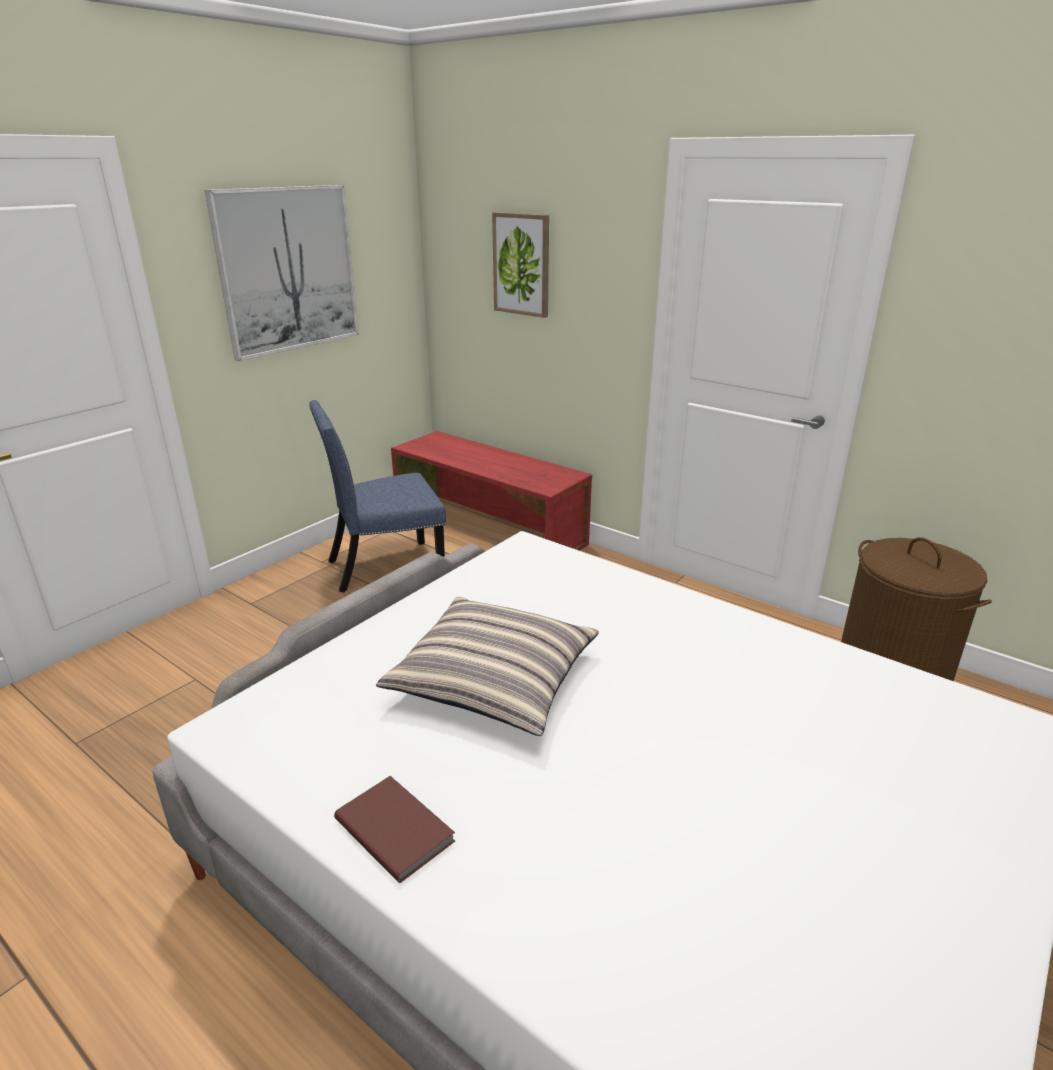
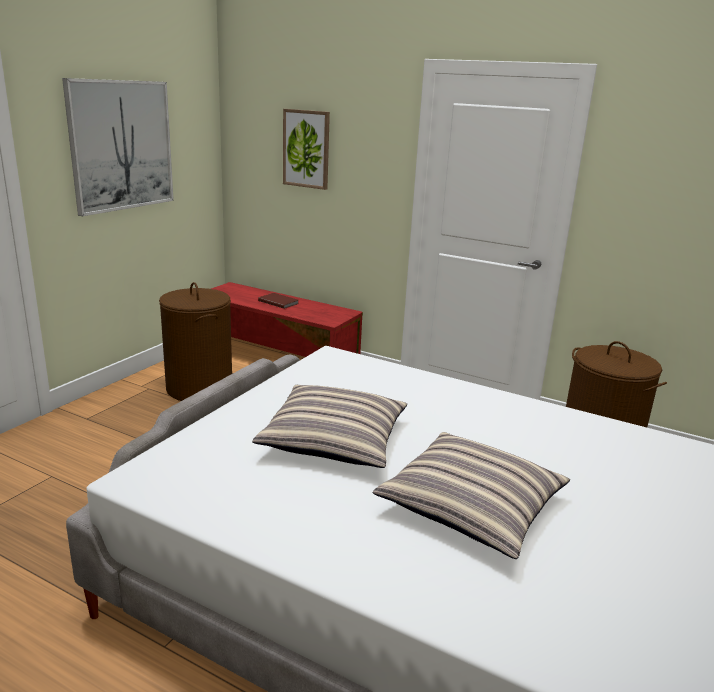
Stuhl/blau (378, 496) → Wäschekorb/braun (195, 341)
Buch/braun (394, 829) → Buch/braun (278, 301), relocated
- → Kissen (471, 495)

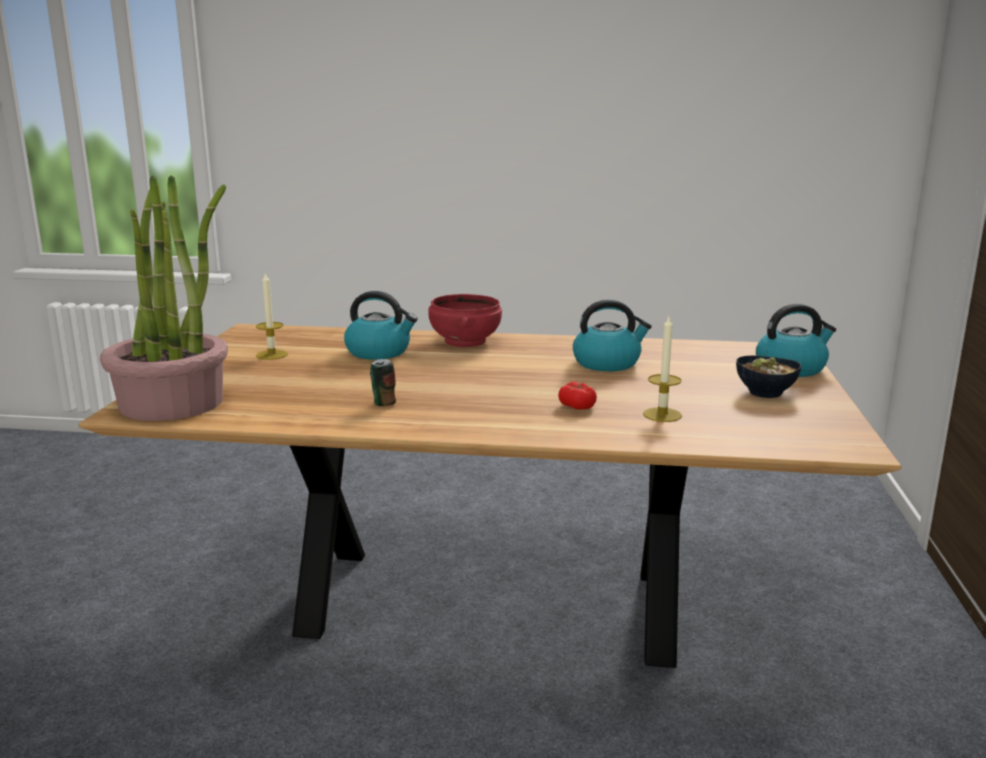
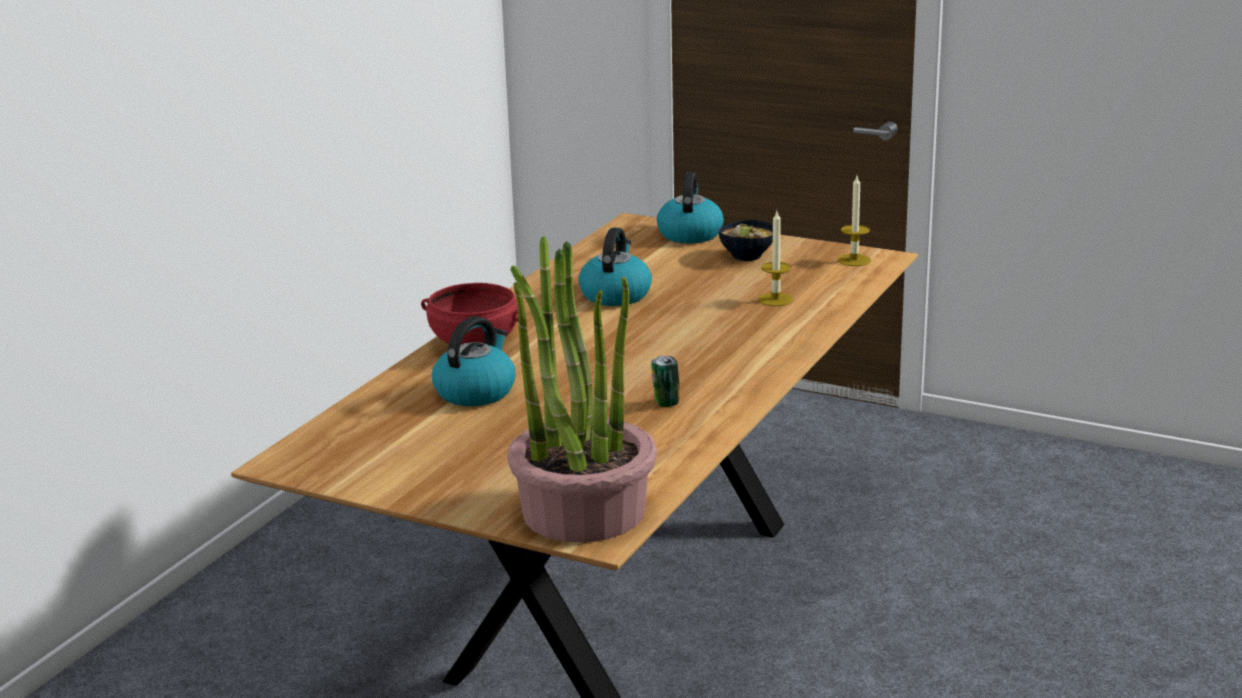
Kerze (272, 316) → Kerze (854, 221), relocated
Tomate (577, 396) → -

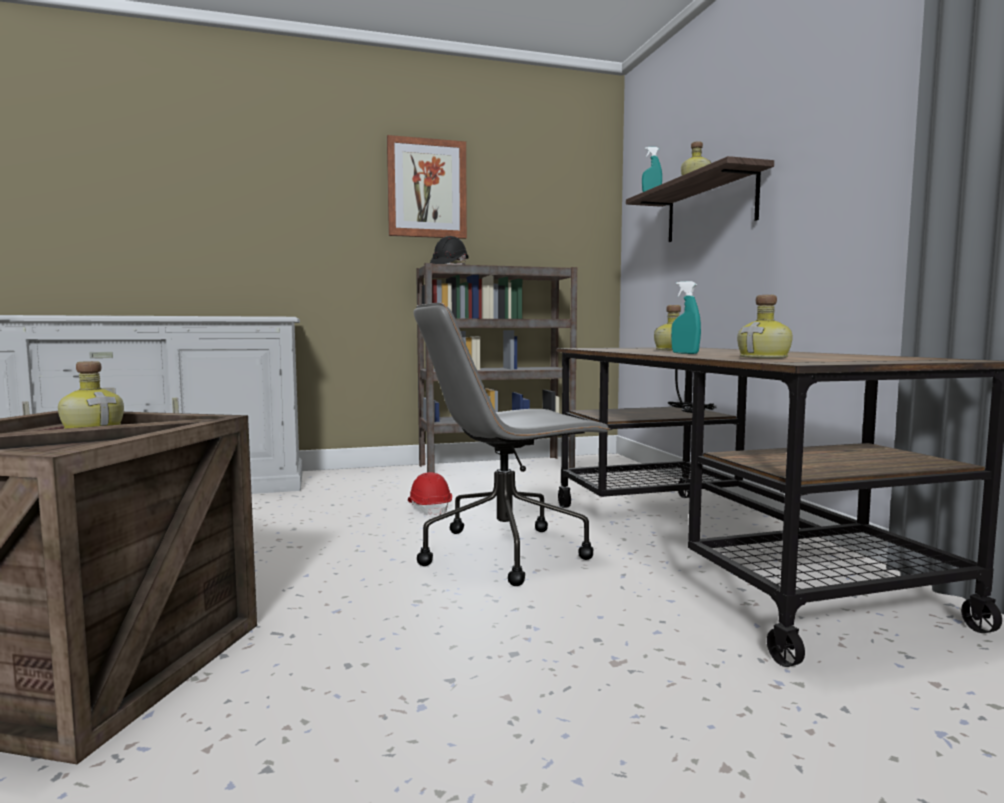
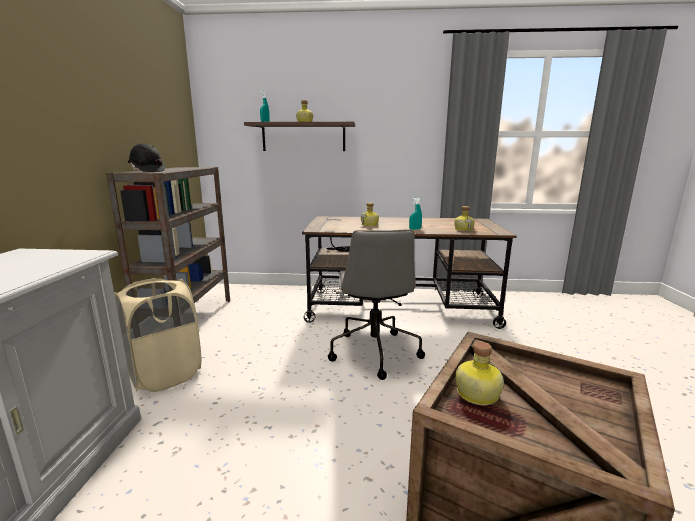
- → Wäschekorb/beige (157, 335)
Bild (427, 187) → -
Schutzhelm/rot (430, 493) → -

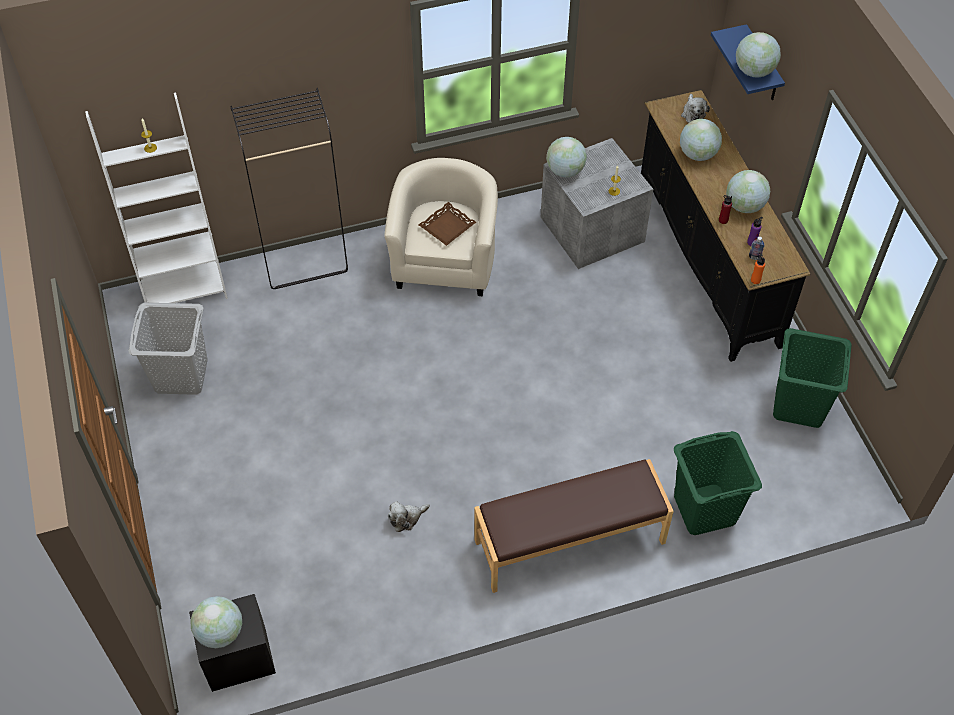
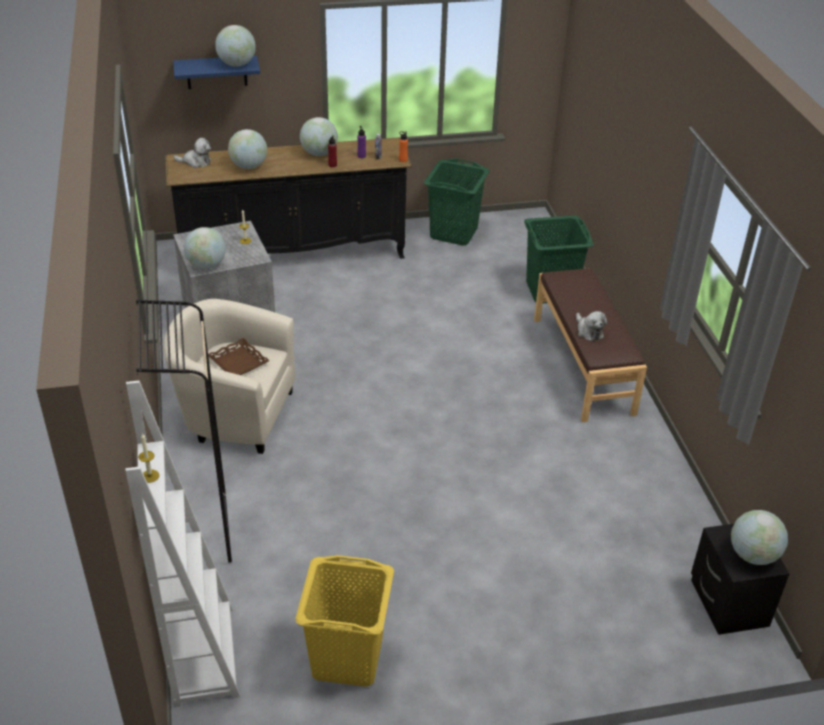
Wäschekorb/grau (168, 349) → Wäschekorb/gelb (344, 621)
Plüschtier (409, 516) → Plüschtier (591, 326), relocated

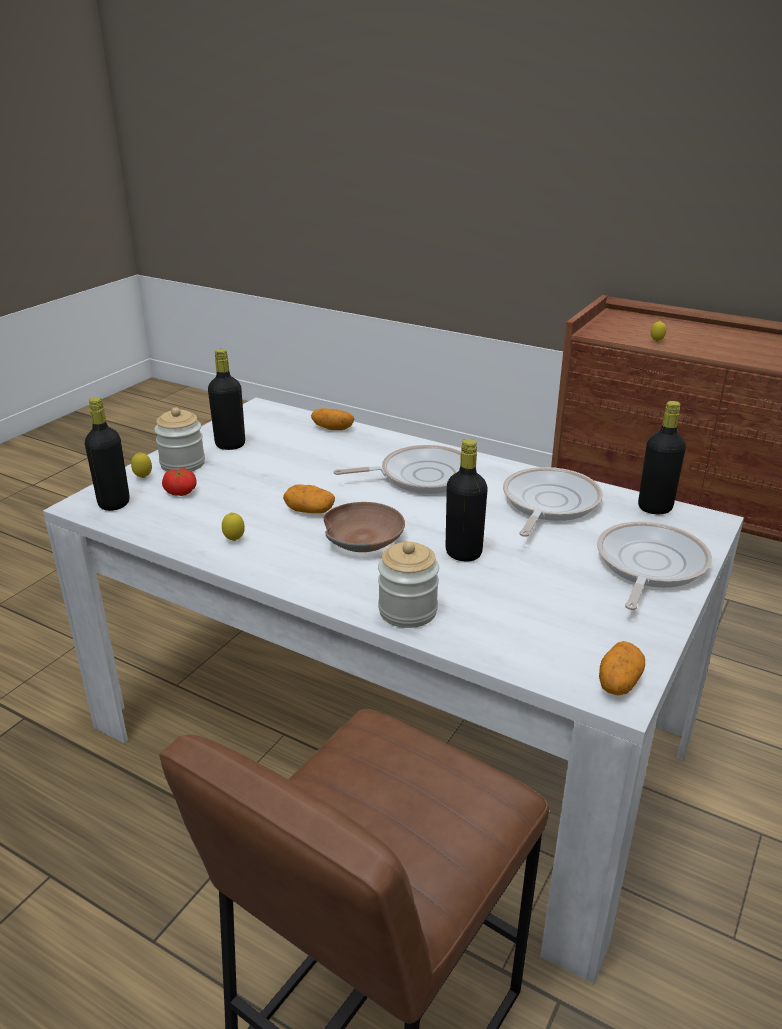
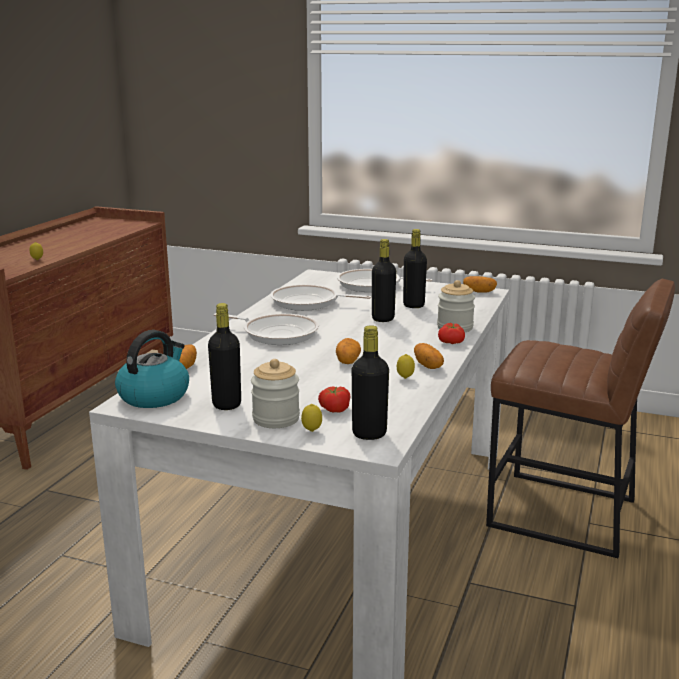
- → Wasserkessel (152, 369)
Pfanne (397, 469) → Pfanne (266, 329), 135 degrees clockwise
Flasche/schwarz (662, 457) → Flasche/schwarz (415, 268), relocated
- → Kartoffel (429, 356)
- → Tomate (451, 333)
Schüssel/braun (364, 527) → -

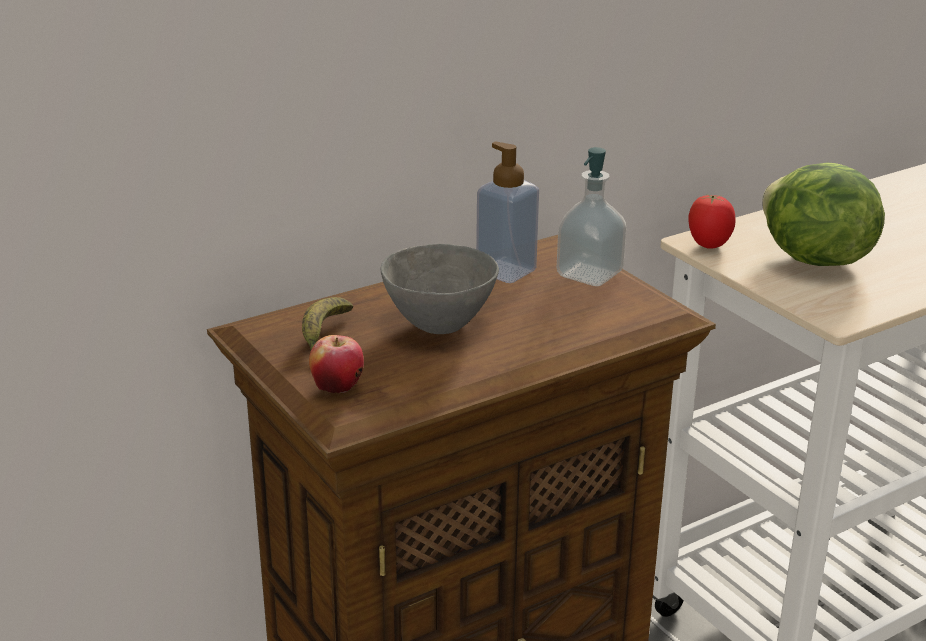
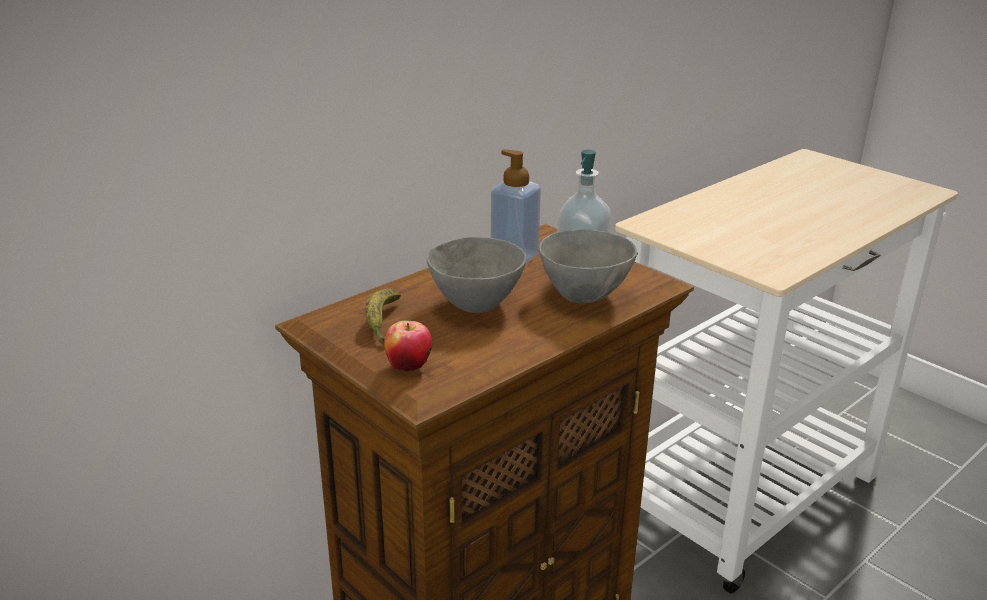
- → Schüssel/grau (588, 266)
Tomate (712, 221) → -
Salatkopf (823, 214) → -

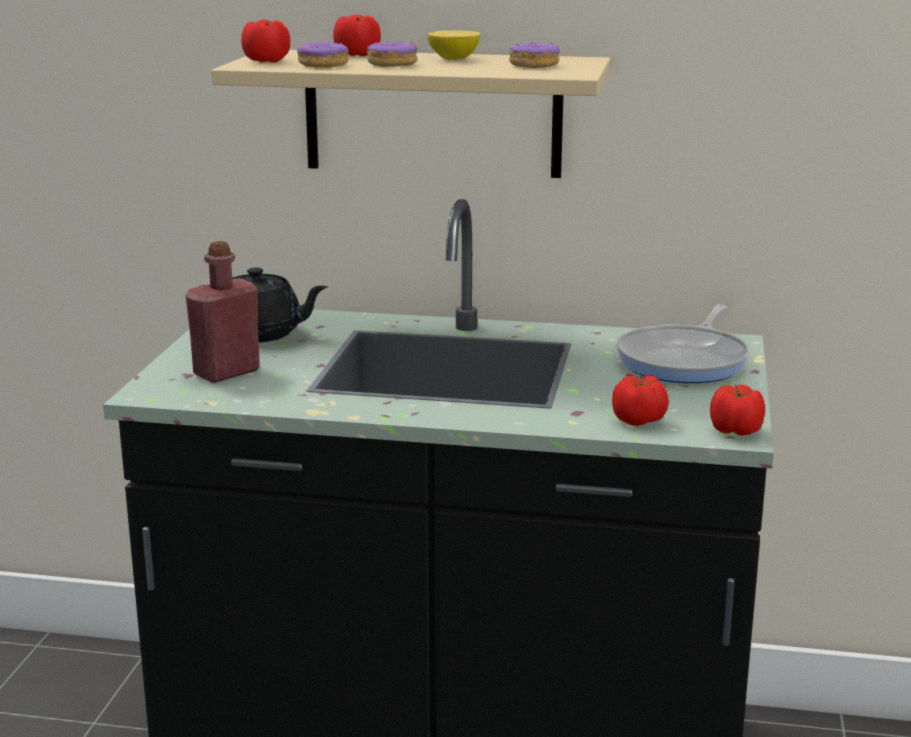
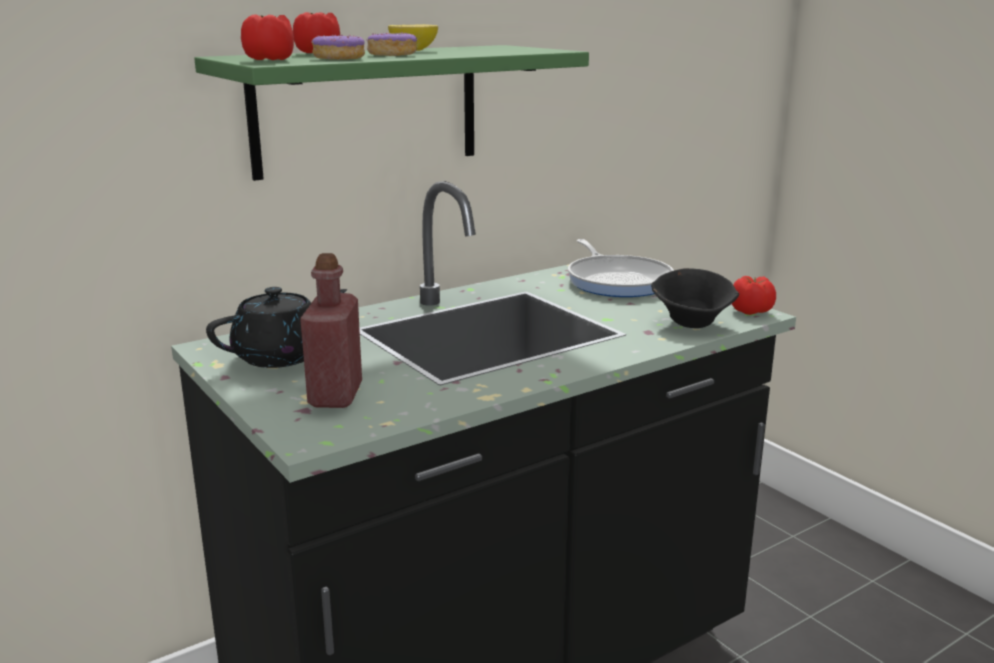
Wandregal/beige (411, 114) → Wandregal/grün (391, 113)
Tomate (640, 400) → Schüssel/schwarz (695, 298)
Donut (534, 55) → -

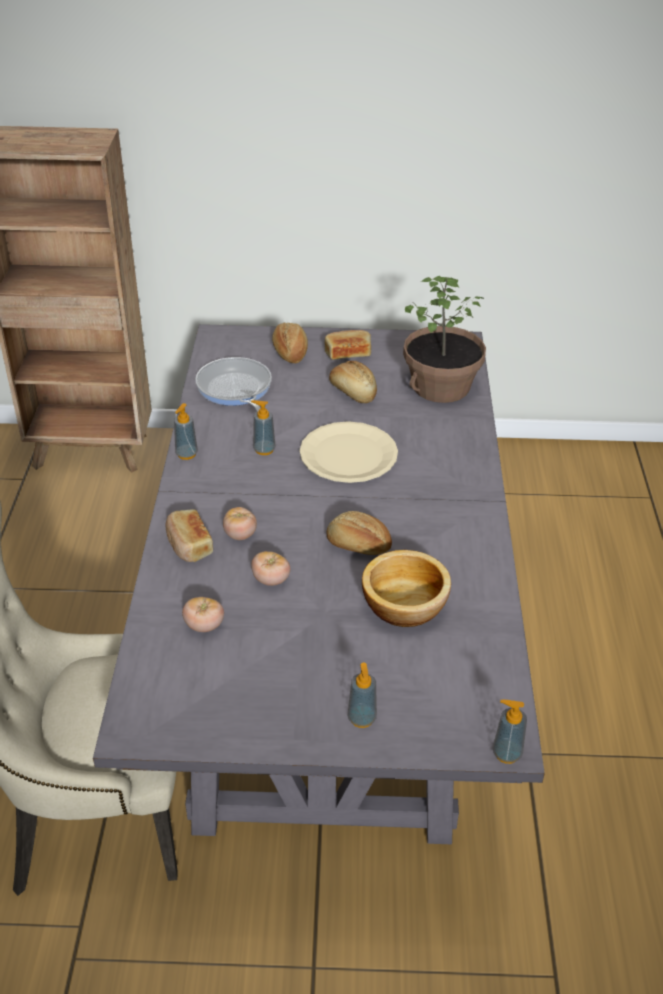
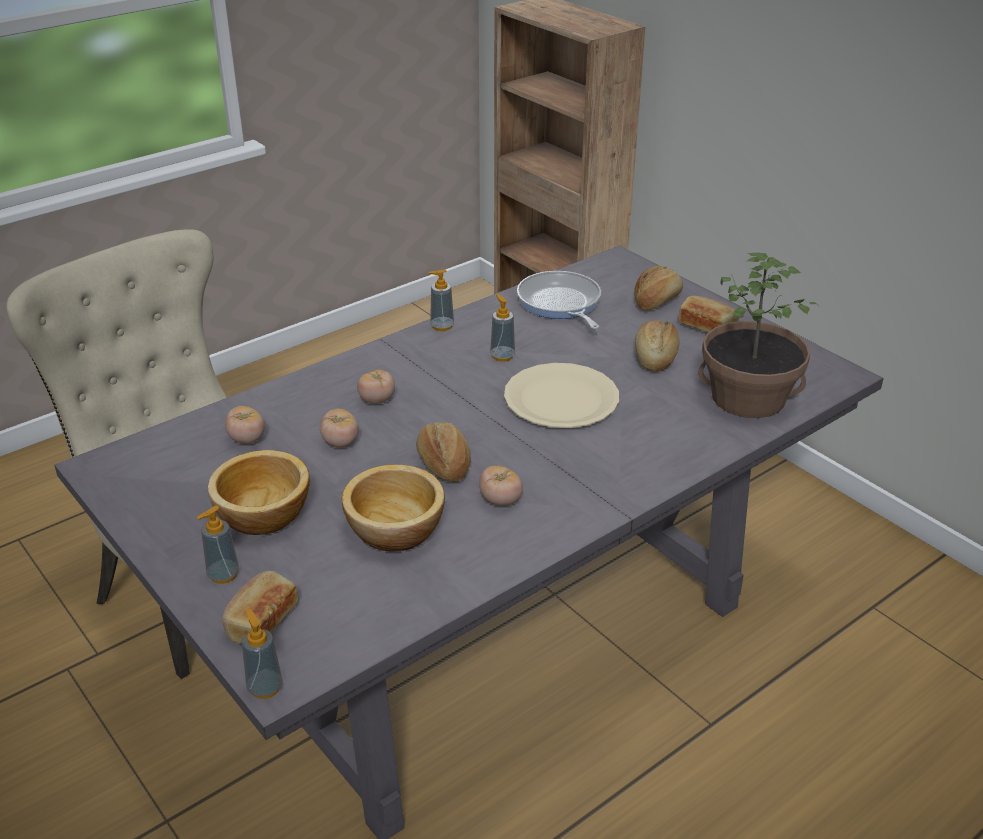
- → Schüssel (259, 492)
Brot (189, 535) → Brot (260, 607), relocated
- → Tomate (501, 486)
Pfanne (233, 384) → Pfanne (559, 300), 45 degrees counterclockwise

